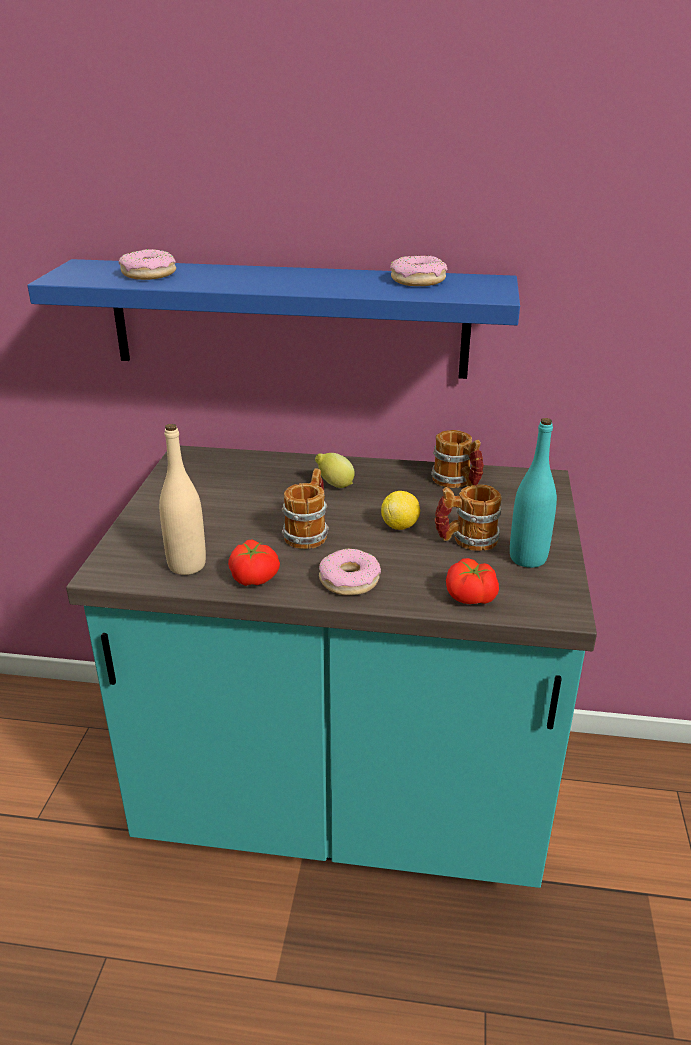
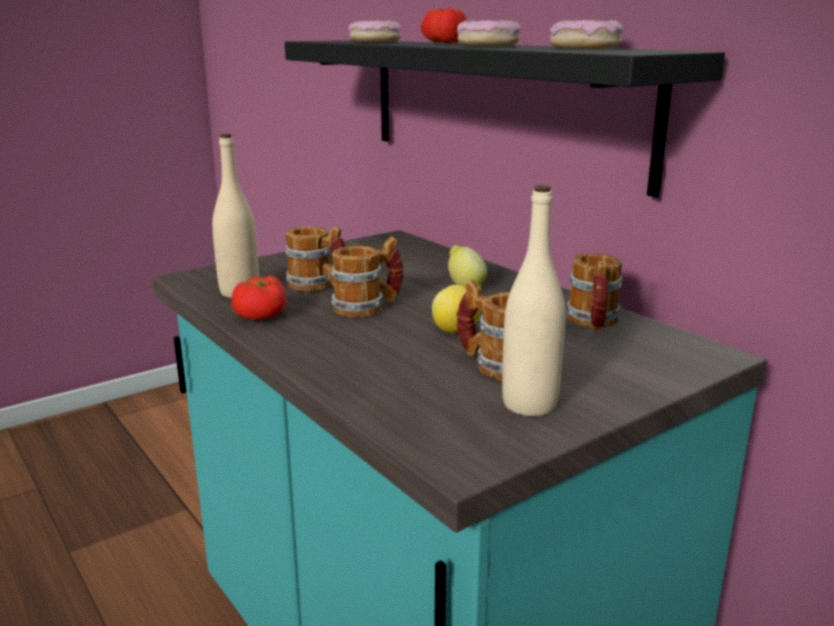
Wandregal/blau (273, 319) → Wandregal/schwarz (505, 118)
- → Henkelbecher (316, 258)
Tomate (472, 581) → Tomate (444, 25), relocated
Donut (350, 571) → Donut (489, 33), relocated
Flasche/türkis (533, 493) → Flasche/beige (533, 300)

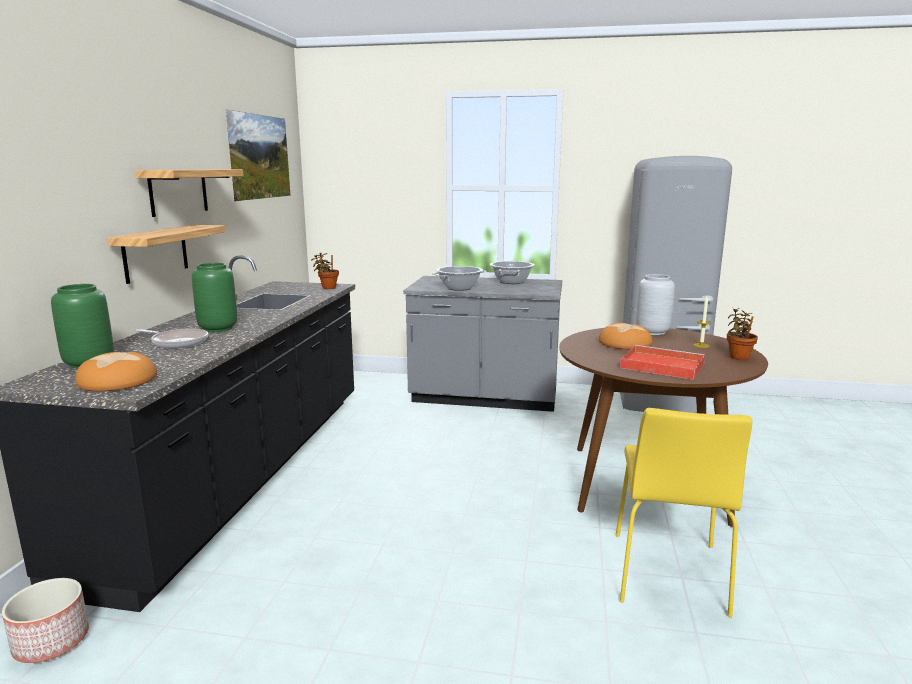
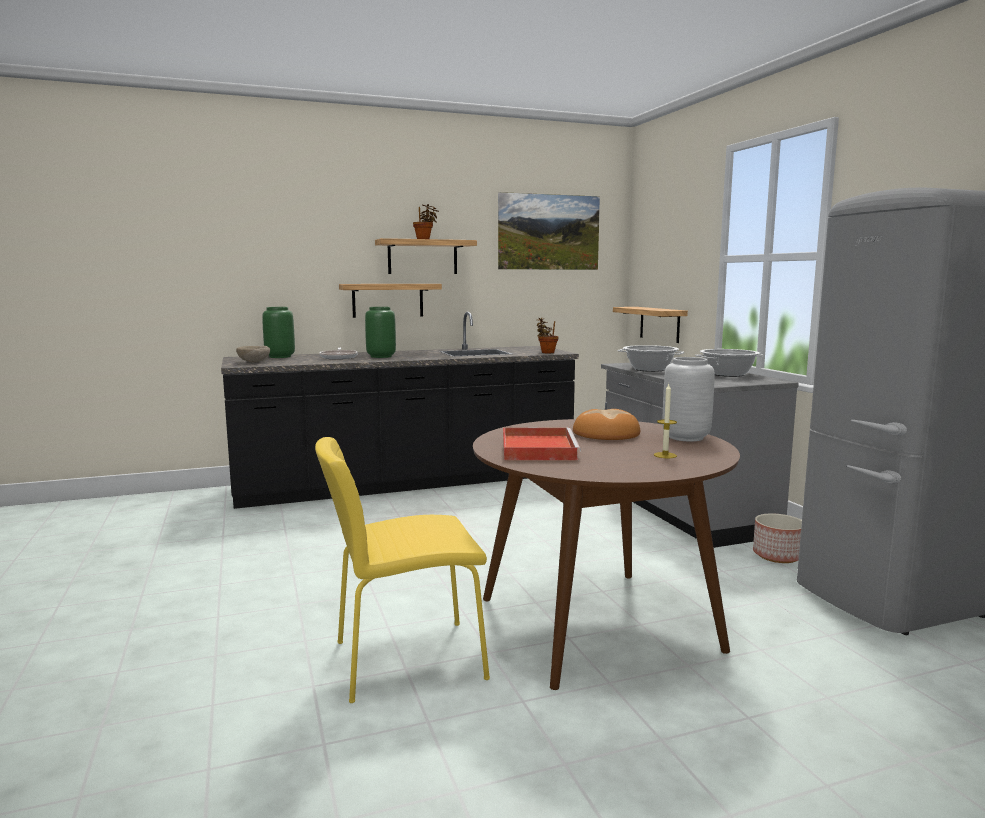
Brot (116, 371) → Schüssel/beige (253, 354)
Topfpflanze (742, 334) → Topfpflanze (426, 221), relocated
- → Wandregal (650, 325)
Pflanzkübel (45, 620) → Pflanzkübel (777, 538), relocated

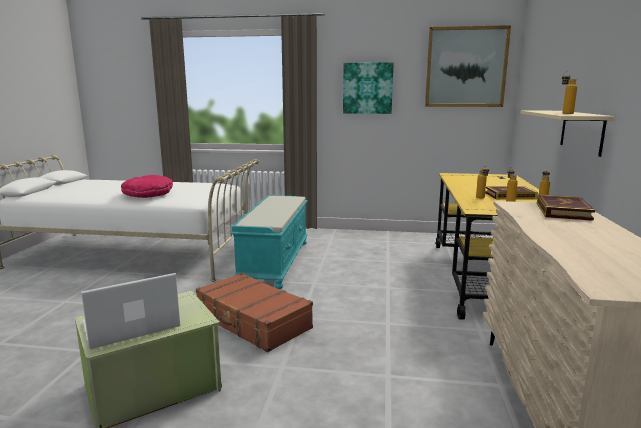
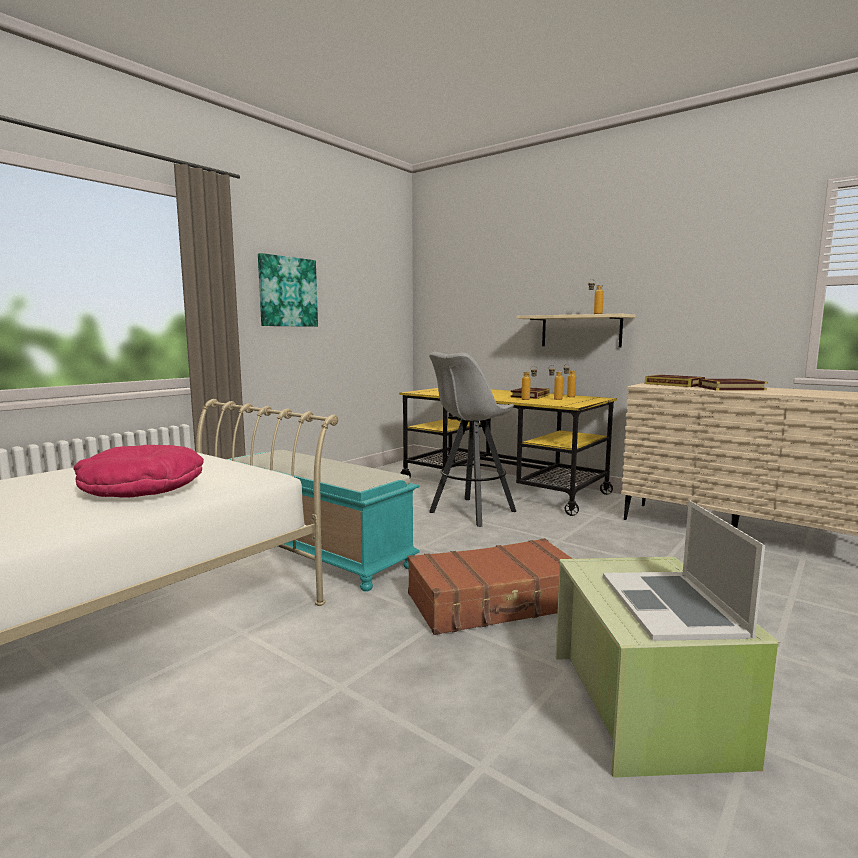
- → Hocker/grau (472, 439)
- → Buch (732, 384)
Bild (468, 66) → -

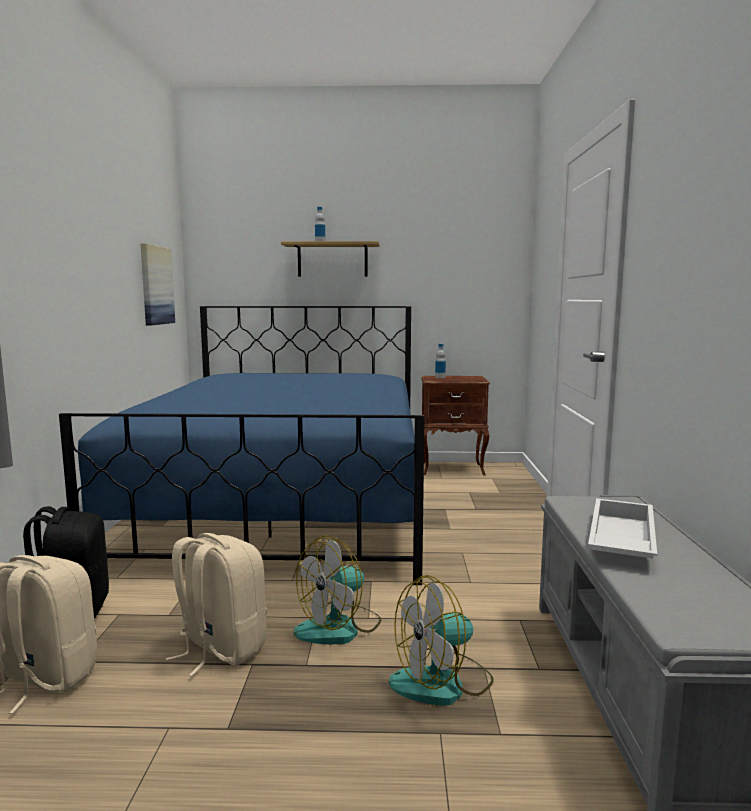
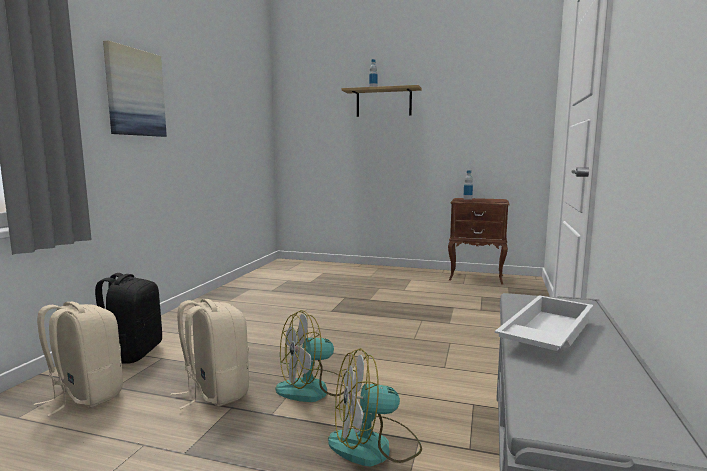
Bild (157, 284) → Bild (135, 88), relocated
Bett/blau (242, 445) → -

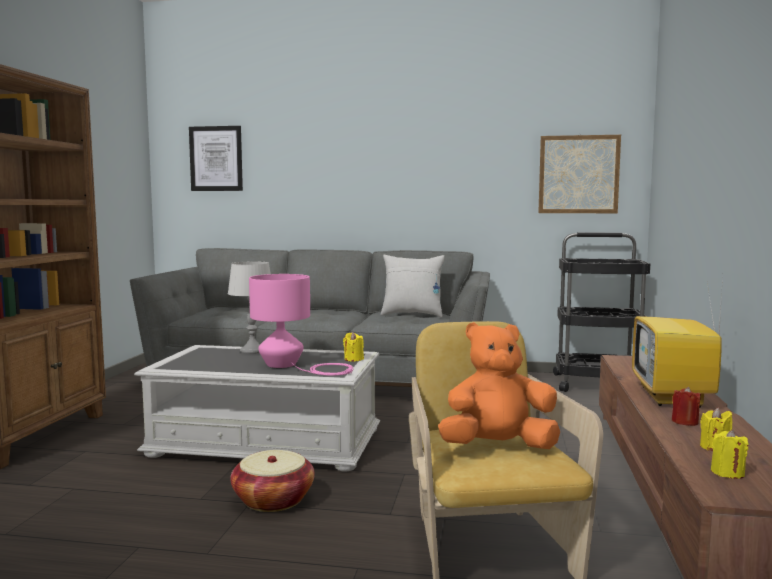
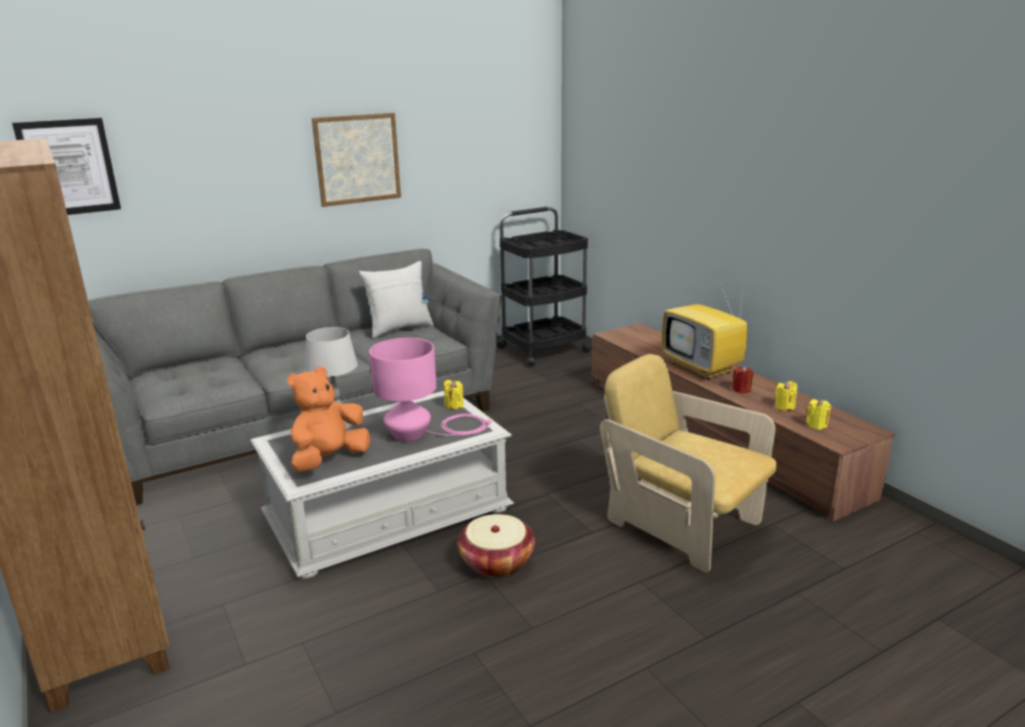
Plüschtier/orange (499, 385) → Plüschtier/orange (328, 419), relocated
Bild (579, 173) → Bild (356, 160), relocated

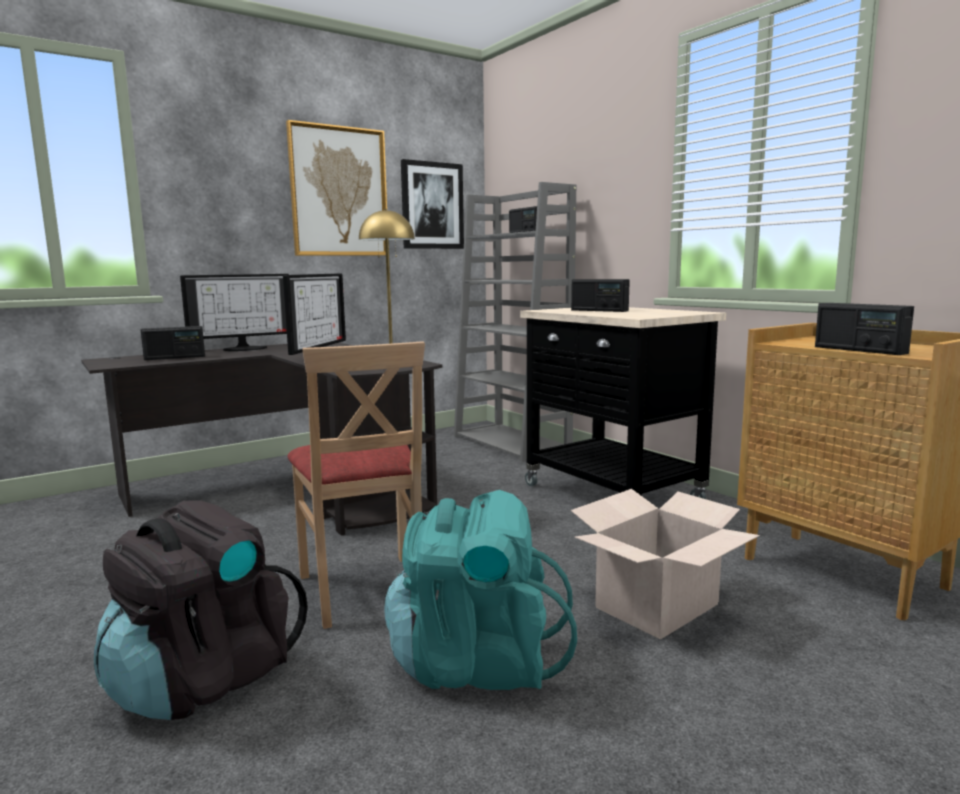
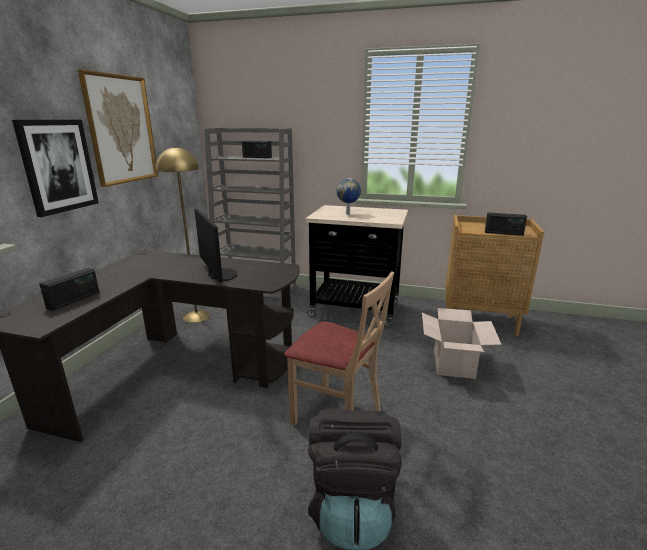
Bild (432, 204) → Bild (55, 168), relocated
Radio (600, 295) → Globus (349, 196)
Monitor (234, 312) → -
Rucksack/türkis (480, 590) → -

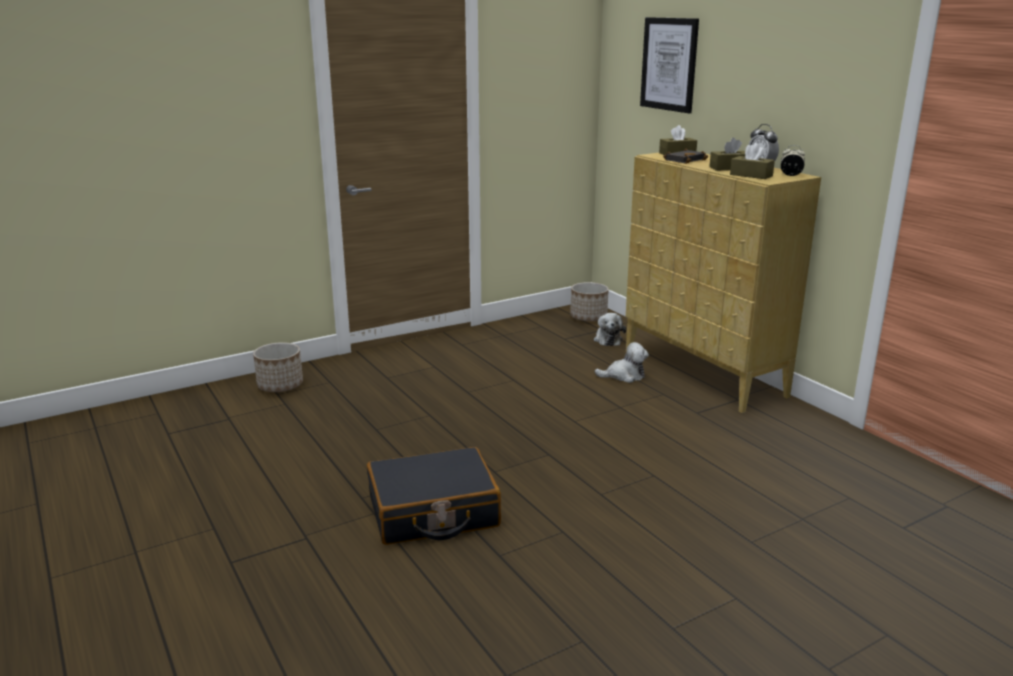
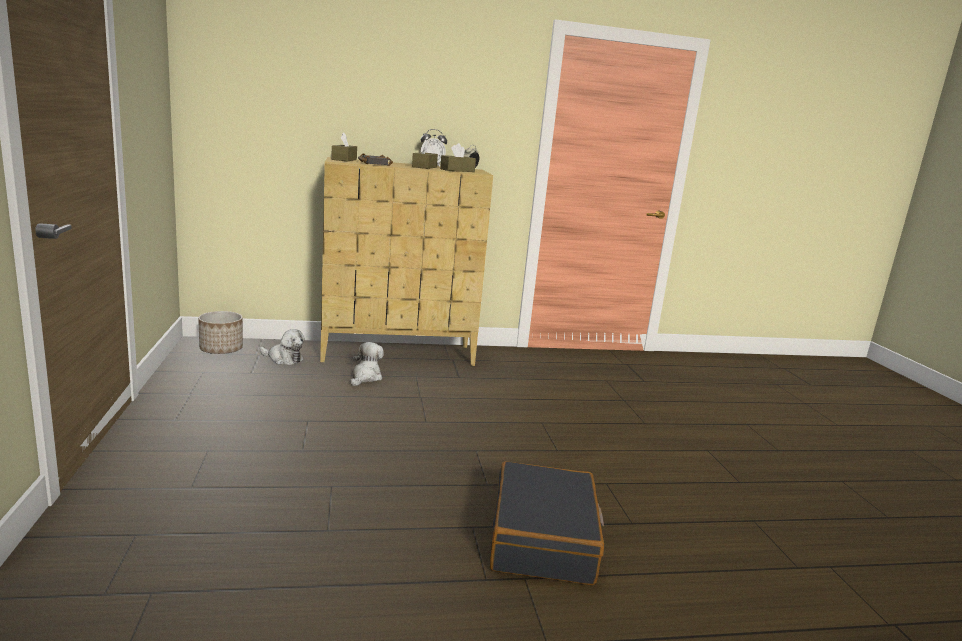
Pflanzkübel (278, 367) → -
Bild (669, 65) → -

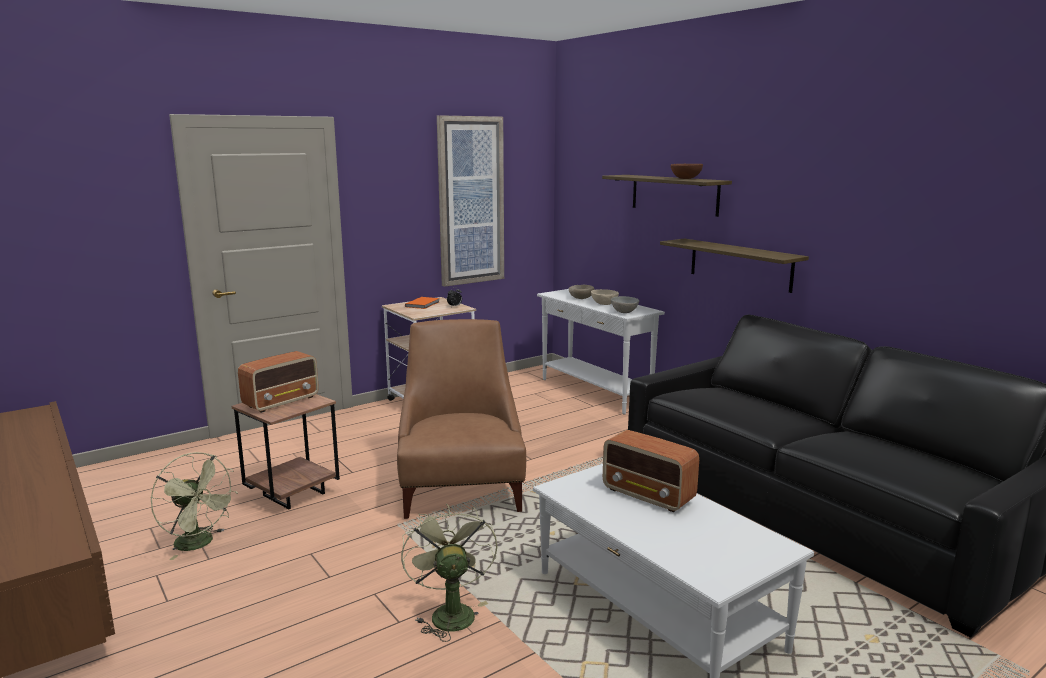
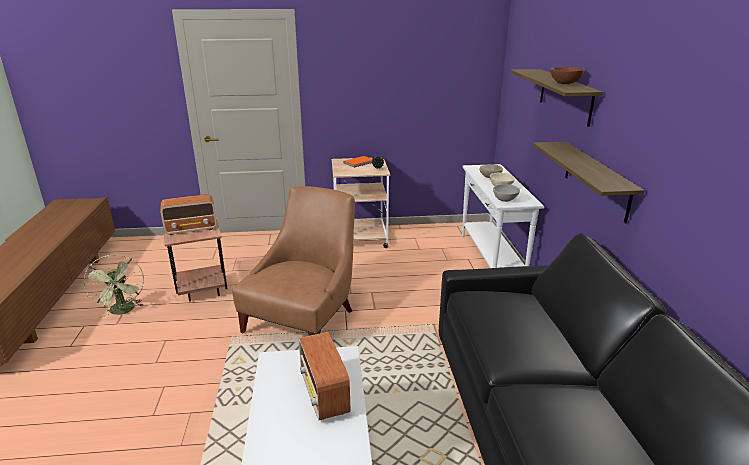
Ventilator/grün (449, 573) → -
Bild (470, 201) → -

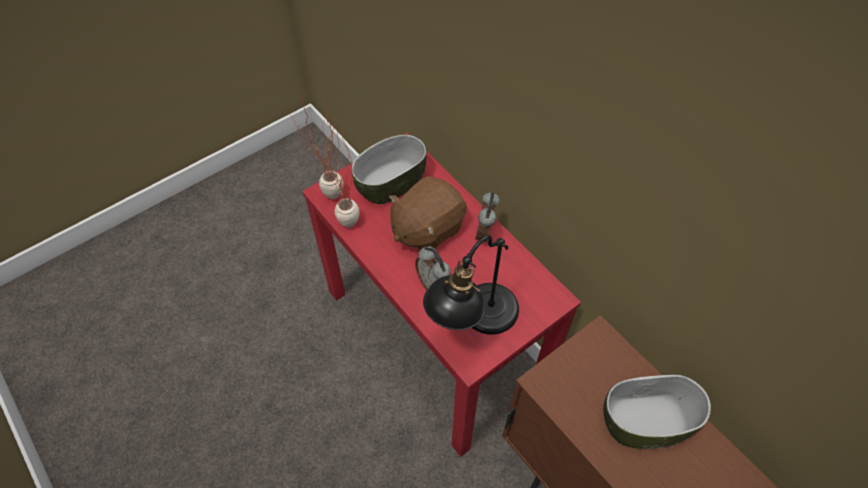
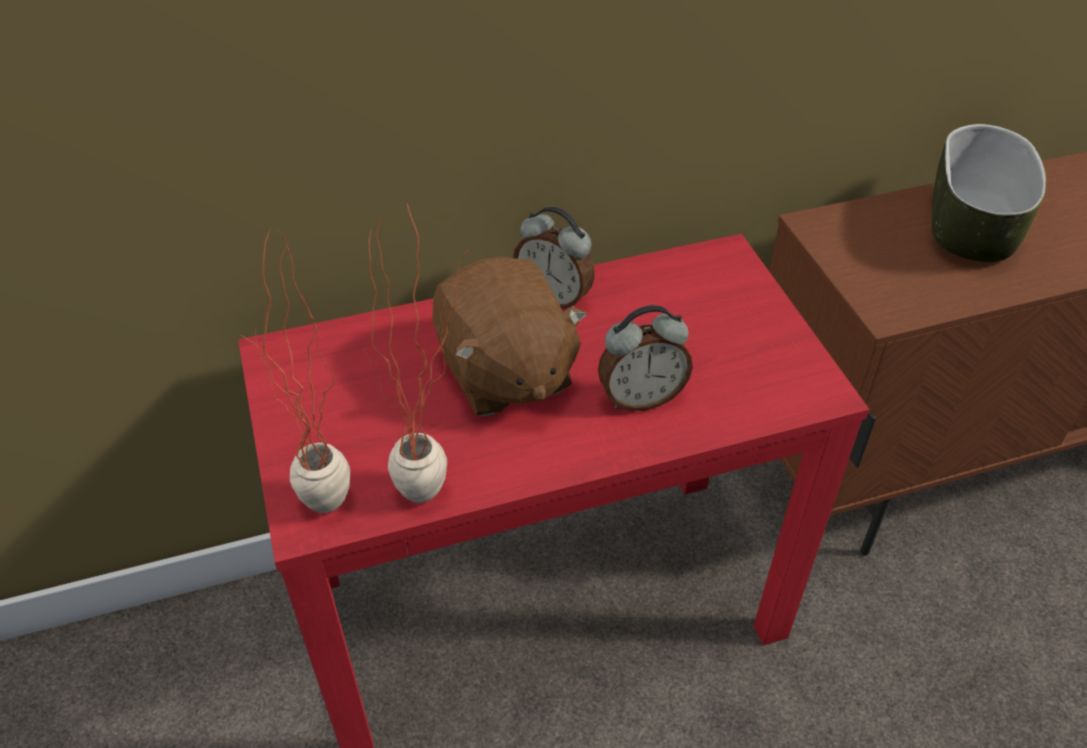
Schüssel (389, 169) → -
Tischlampe/schwarz (471, 285) → -

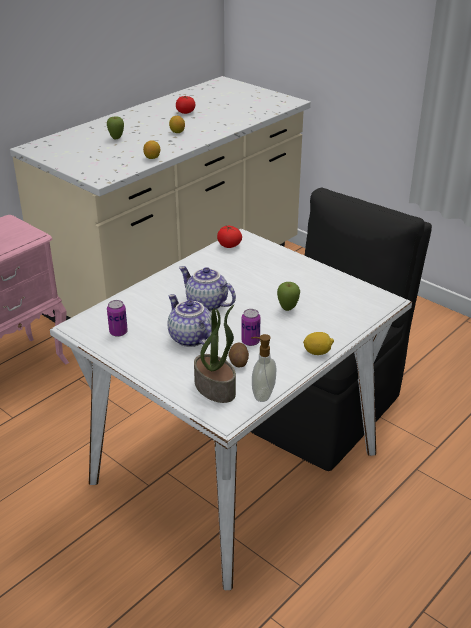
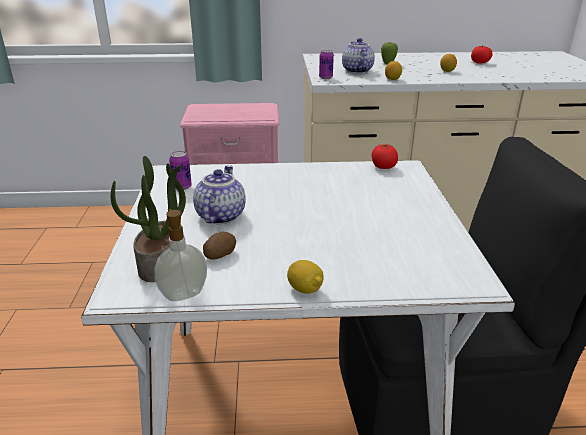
Dose (251, 327) → Dose (326, 64), relocated
Teekanne (207, 289) → Teekanne (358, 56), relocated
Apfel (288, 296) → -

